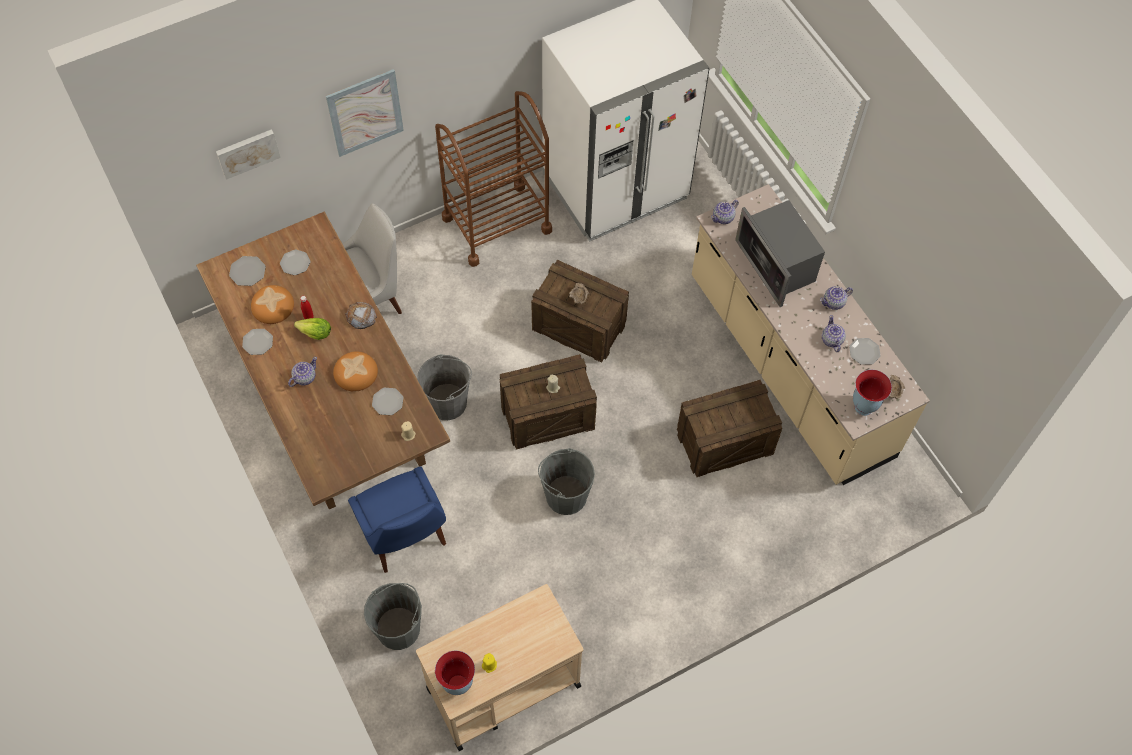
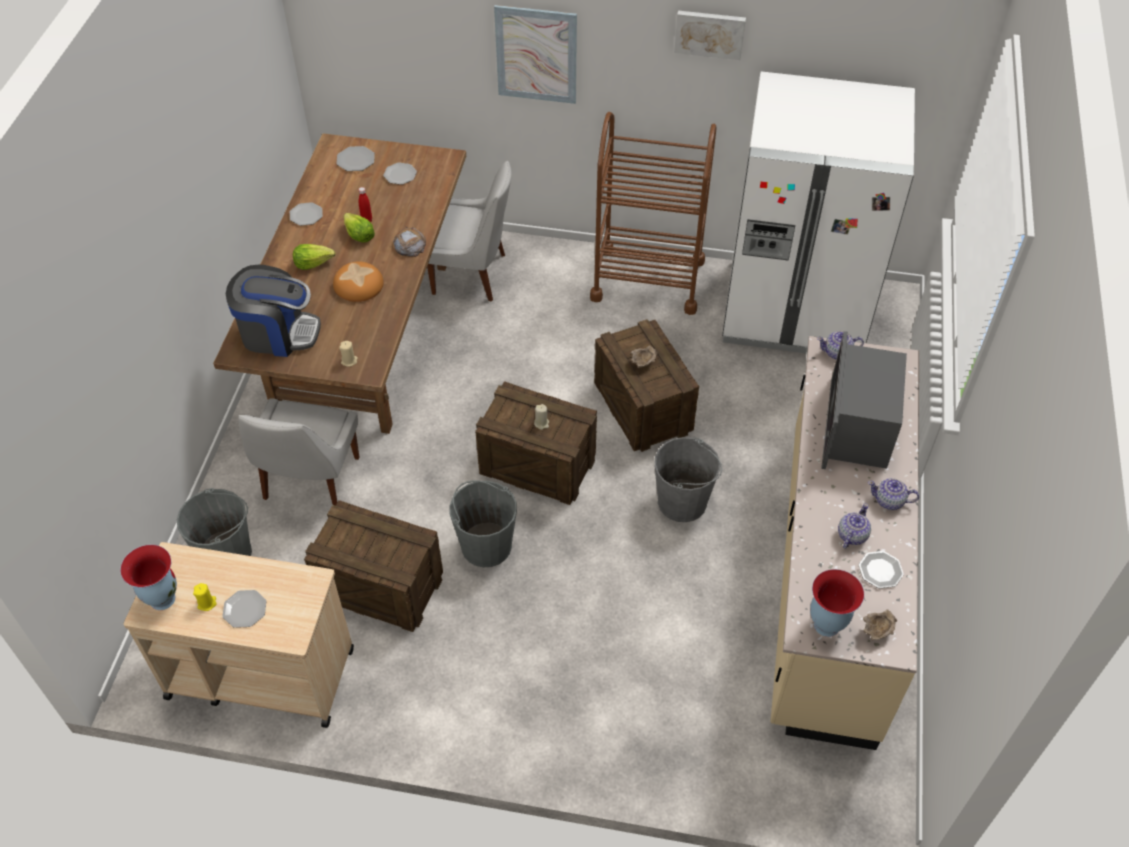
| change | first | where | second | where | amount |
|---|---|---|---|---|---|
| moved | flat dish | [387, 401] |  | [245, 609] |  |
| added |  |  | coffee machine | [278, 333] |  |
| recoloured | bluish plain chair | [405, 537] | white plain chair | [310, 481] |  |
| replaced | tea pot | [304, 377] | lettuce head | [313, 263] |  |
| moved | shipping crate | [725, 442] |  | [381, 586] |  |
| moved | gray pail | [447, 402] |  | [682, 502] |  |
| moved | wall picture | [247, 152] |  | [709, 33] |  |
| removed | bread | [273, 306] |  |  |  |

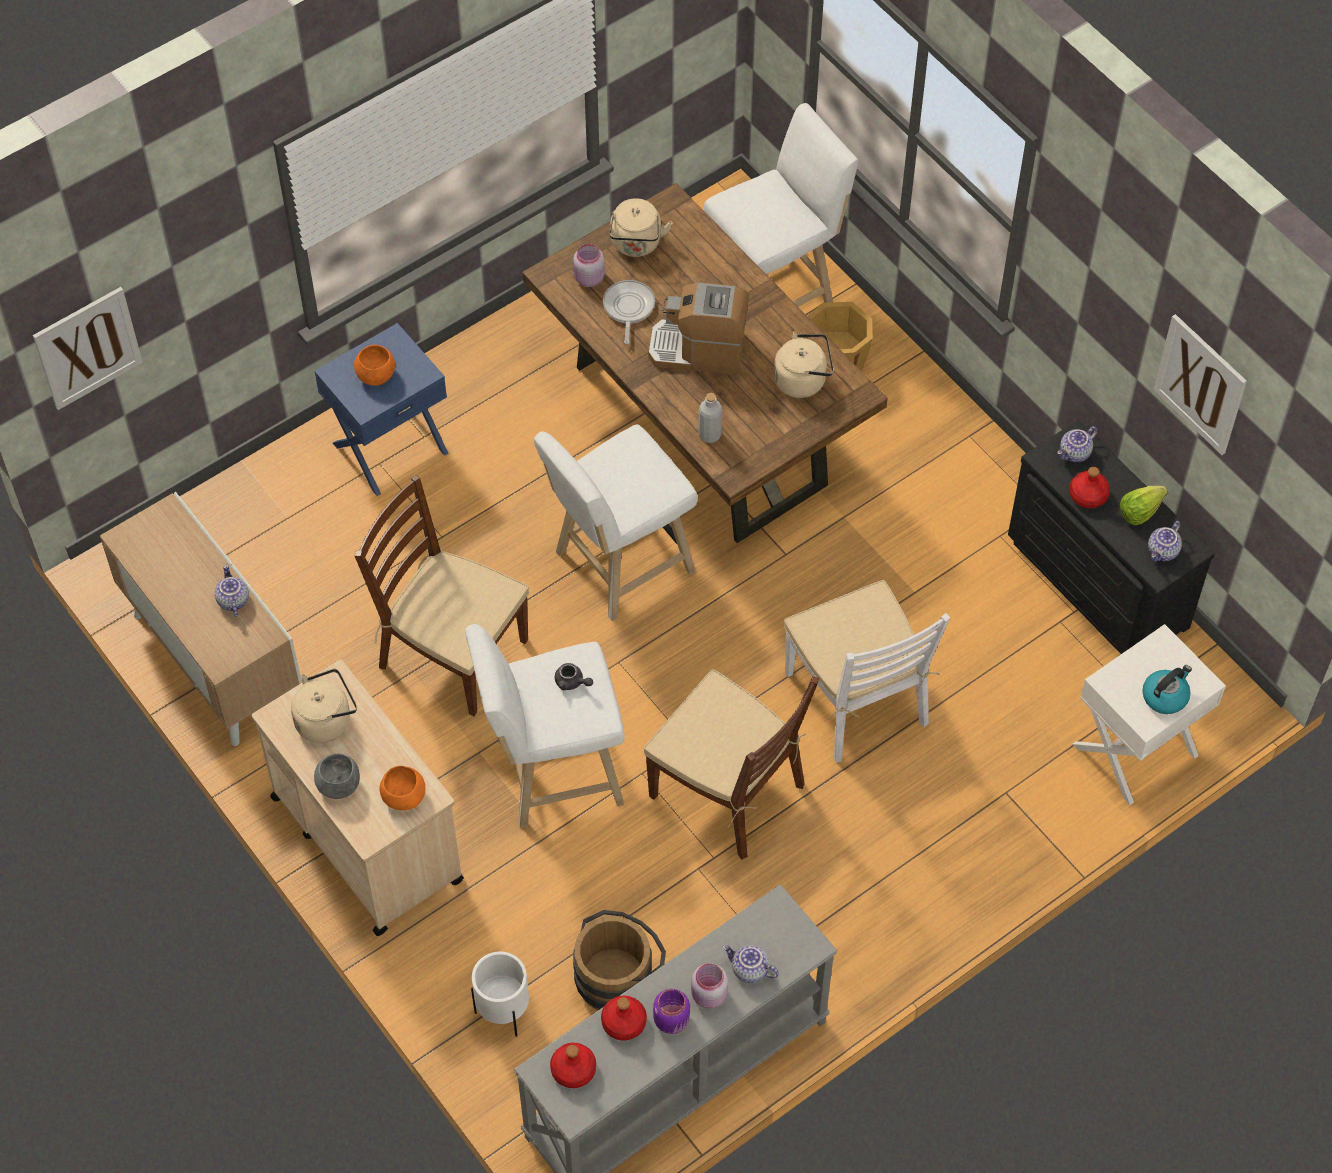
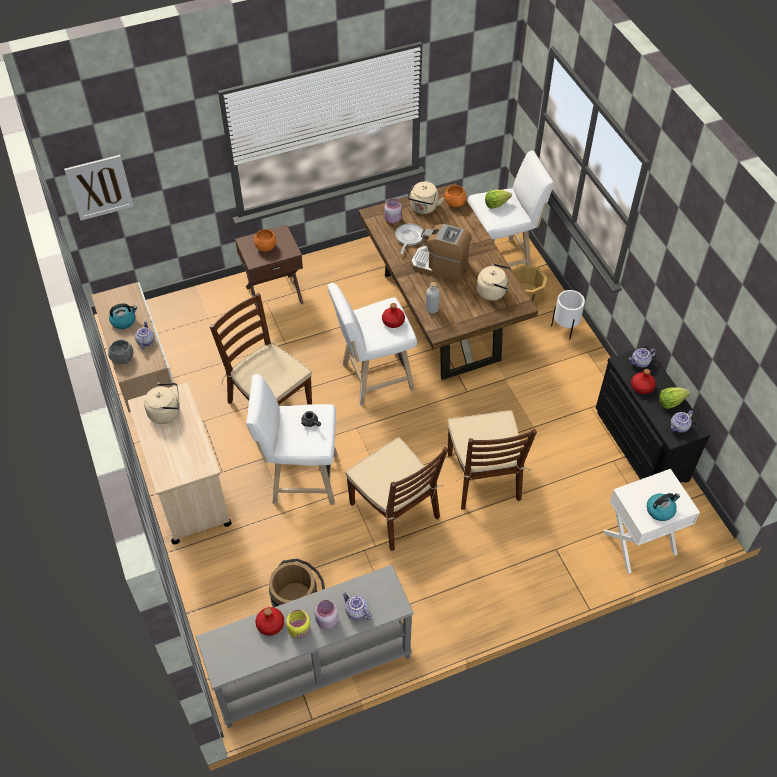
| change | first | where | second | where | amount |
|---|---|---|---|---|---|
| moved | gray serving bowl | [339, 785] |  | [122, 359] |  |
| added |  |  | water kettle | [124, 321] |  |
| recoloured | bluish nightstand | [389, 447] | brown nightstand | [274, 294] |  |
| recoloured | purple preserve jar | [672, 1020] | yellow-coloured preserve jar | [300, 630] |  |
| moved | reddish drink bottle | [573, 1069] |  | [393, 321] |  |
| moved | orange serving bowl | [403, 796] |  | [454, 203] |  |
| recoloured | white plain chair | [857, 699] | brown plain chair | [484, 477] |  |
| added |  |  | lettuce head | [496, 204] |  |
| moved | white flower pot | [503, 1013] |  | [564, 329] |  |
| removed | wall picture | [1200, 384] |  |  |  |

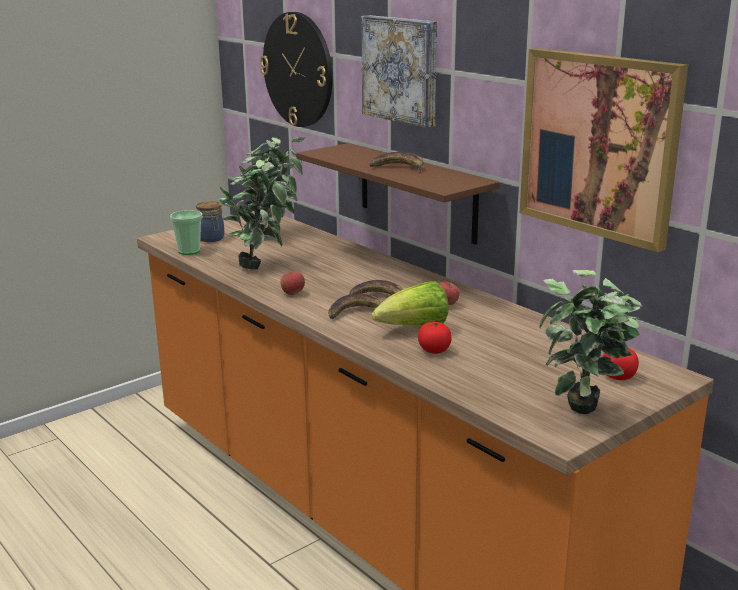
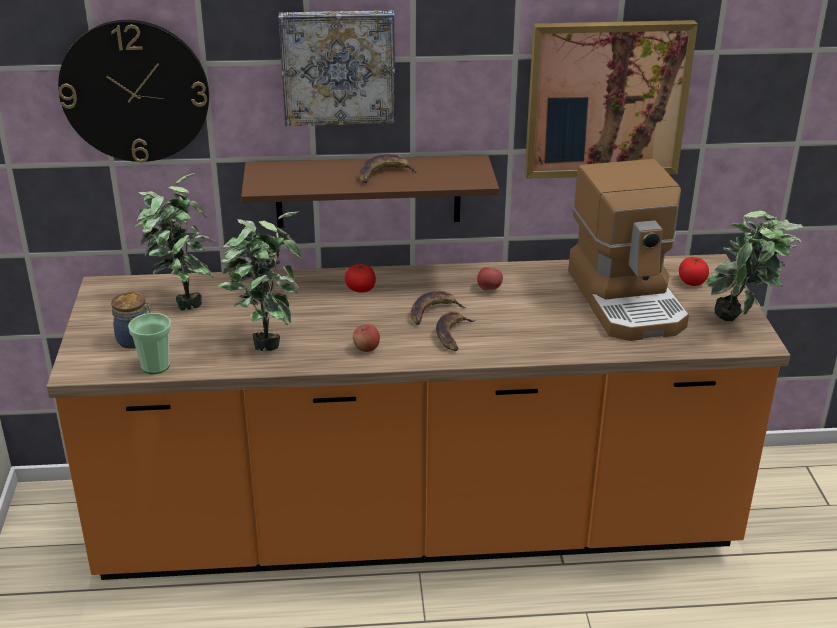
| change | first | where | second | where | amount |
|---|---|---|---|---|---|
| moved | tomato | [434, 350] |  | [360, 289] |  |
| added |  |  | coffee machine | [628, 300] |  |
| removed | lettuce head | [414, 329] |  |  |  |

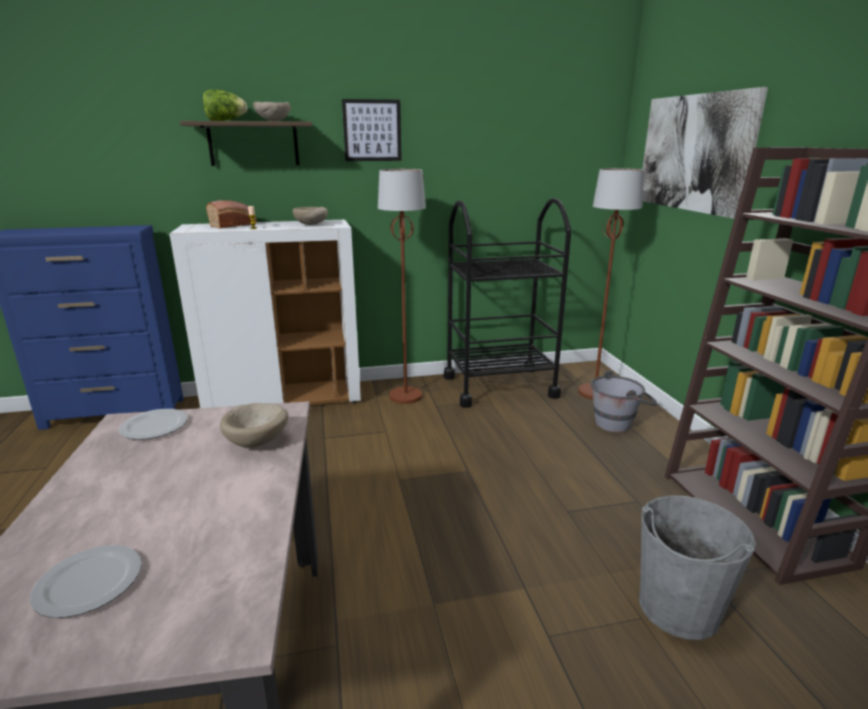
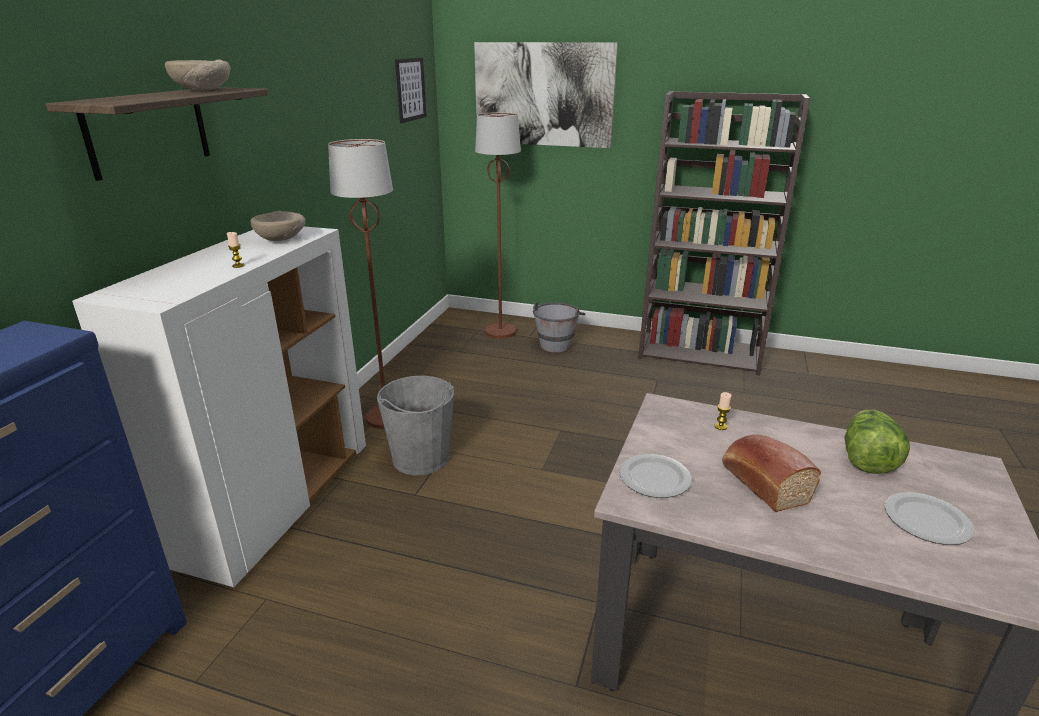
| change | first | where | second | where | amount |
|---|---|---|---|---|---|
| moved | gray pail | [678, 608] |  | [421, 458] |  |
| moved | wall picture | [372, 130] |  | [410, 89] |  |
| replaced | beige-coloured serving bowl | [258, 441] | wax light | [720, 426] |  |
| moved | bread | [234, 225] |  | [761, 482] |  |
| moved | lettuce head | [225, 121] |  | [866, 459] |  |
| removed | black wheeled cart | [499, 386] |  |  |  |

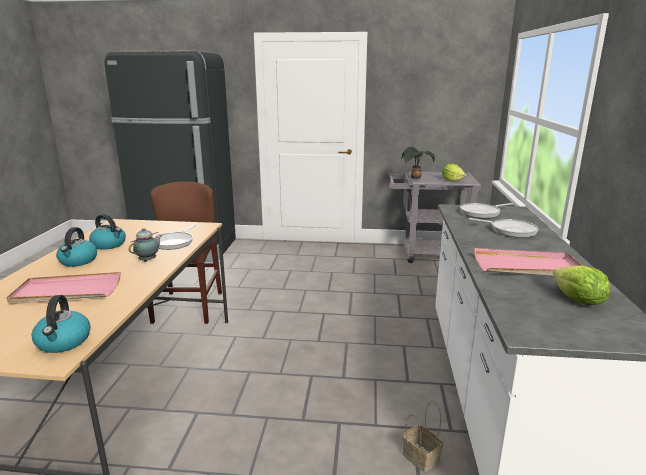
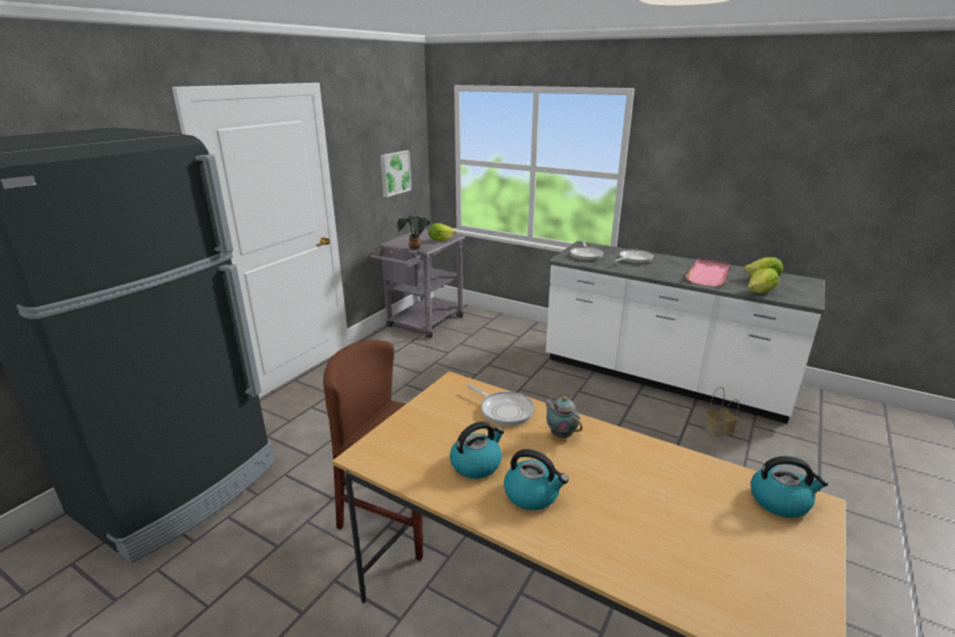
| change | first | where | second | where | amount |
|---|---|---|---|---|---|
| added |  |  | wall picture | [394, 173] |  |
| added |  |  | lettuce head | [760, 292] |  |
| removed | pinkish serving tray | [67, 292] |  |  |  |

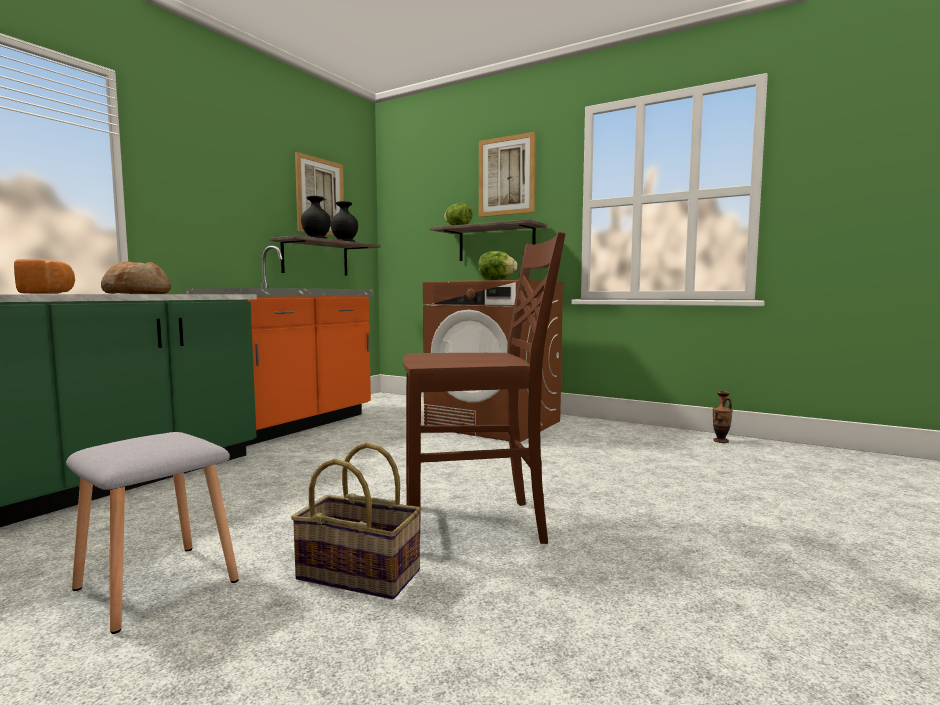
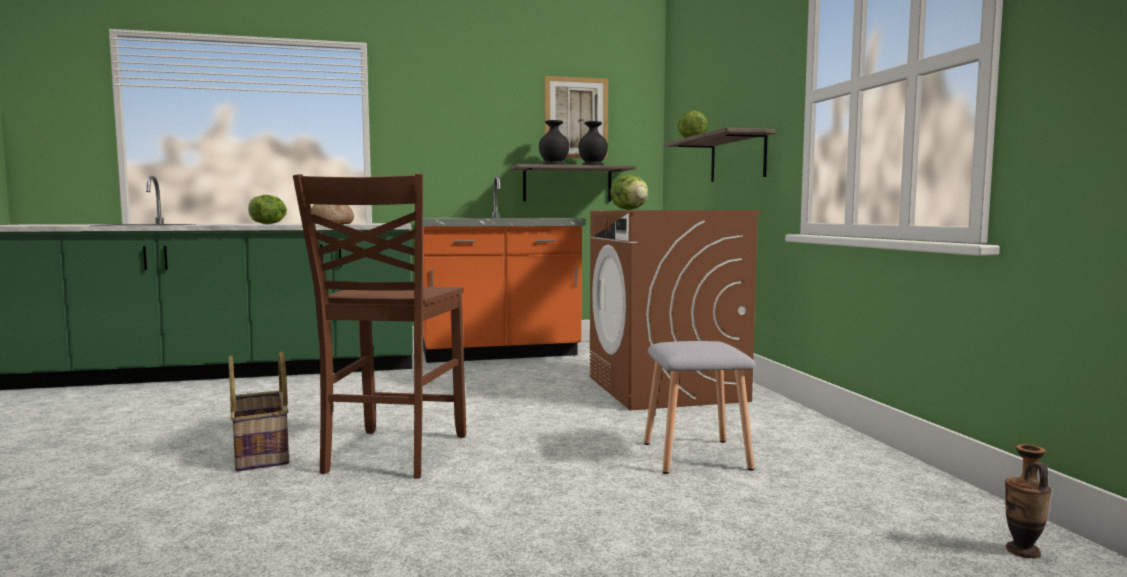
| change | first | where | second | where | amount |
|---|---|---|---|---|---|
| replaced | bread | [49, 293] | lettuce head | [269, 224] |  |
| turned | brown plain chair | [476, 525] |  | [392, 454] | 60 degrees clockwise |
| moved | gray stool seat | [159, 583] |  | [697, 455] |  |
| moved | decorative vase | [720, 441] |  | [1023, 551] |  |
| removed | wall picture | [506, 176] |  |  |  |

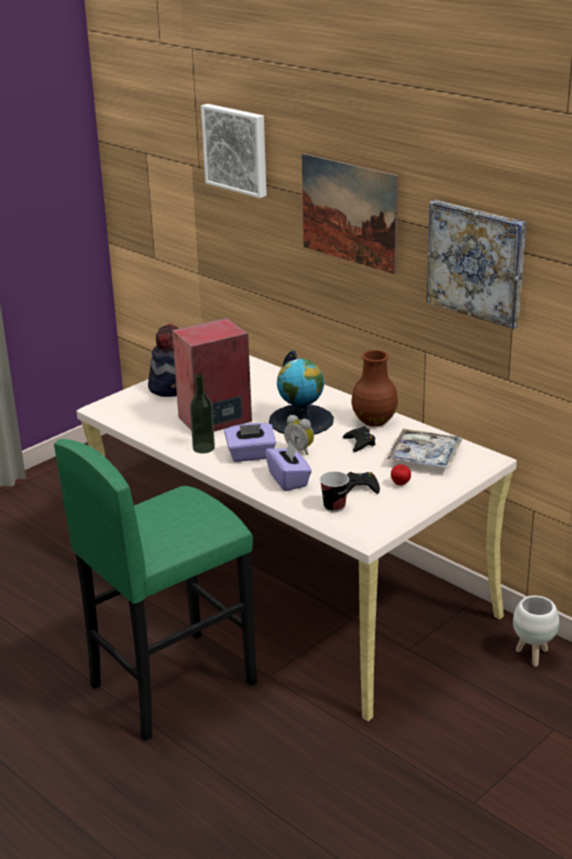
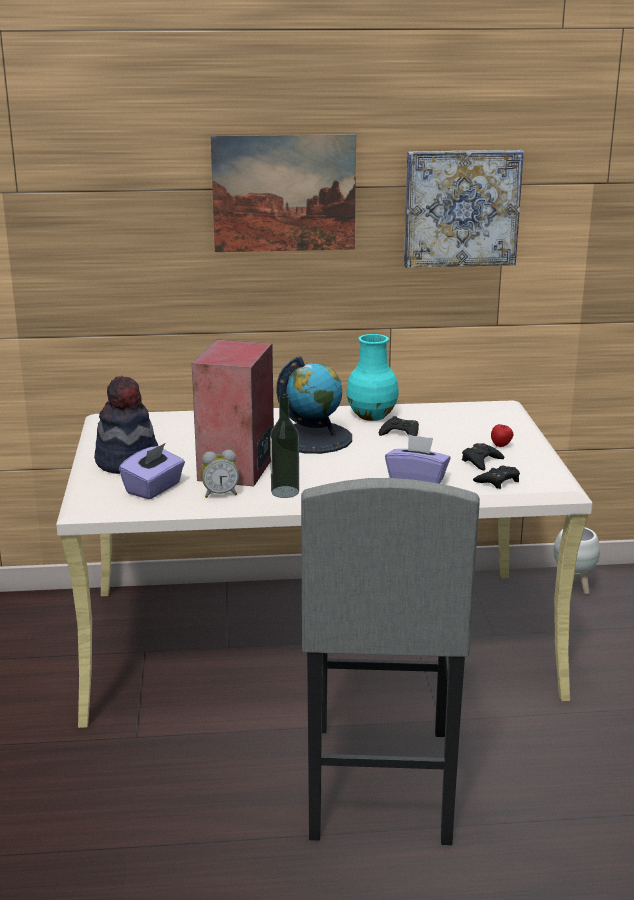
| change | first | where | second | where | amount |
|---|---|---|---|---|---|
| moved | purple tissue box | [251, 455] |  | [154, 488] |  |
| moved | table clock | [300, 450] |  | [220, 494] |  |
| recoloured | greenish stool seat | [171, 684] | gray stool seat | [378, 783] |  |
| recoloured | brown decorative vase | [374, 420] | turquoise decorative vase | [371, 415] |  |
| replaced | drinking cup | [334, 506] | black gamepad | [498, 481] |  |
| removed | wall picture | [237, 149] |  |  |  |
| removed | serving tray | [424, 456] |  |  |  |

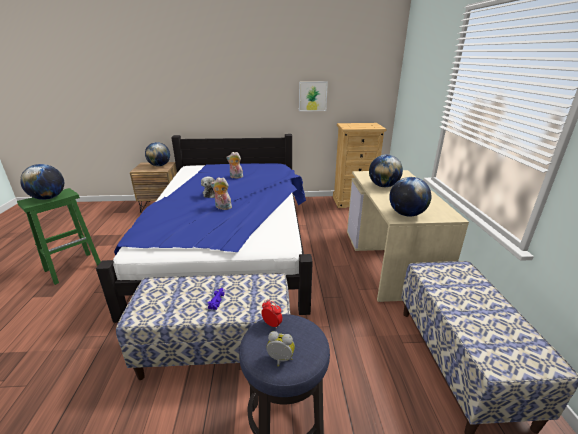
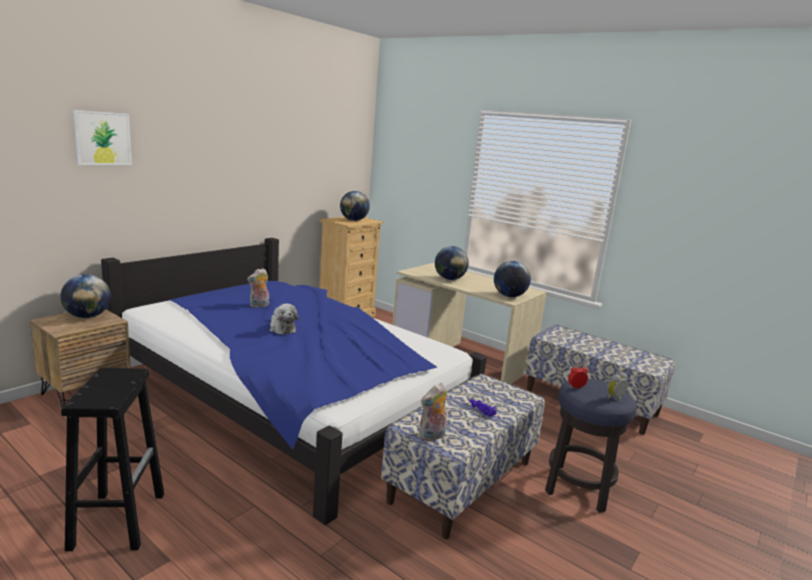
| change | first | where | second | where | amount |
|---|---|---|---|---|---|
| recoloured | greenish stool seat | [74, 267] | black stool seat | [118, 519] |  |
| moved | wall picture | [312, 96] |  | [103, 138] |  |
| moved | desk globe | [48, 198] |  | [354, 220] |  |
| moved | cuddly toy | [222, 208] |  | [432, 436] |  |

